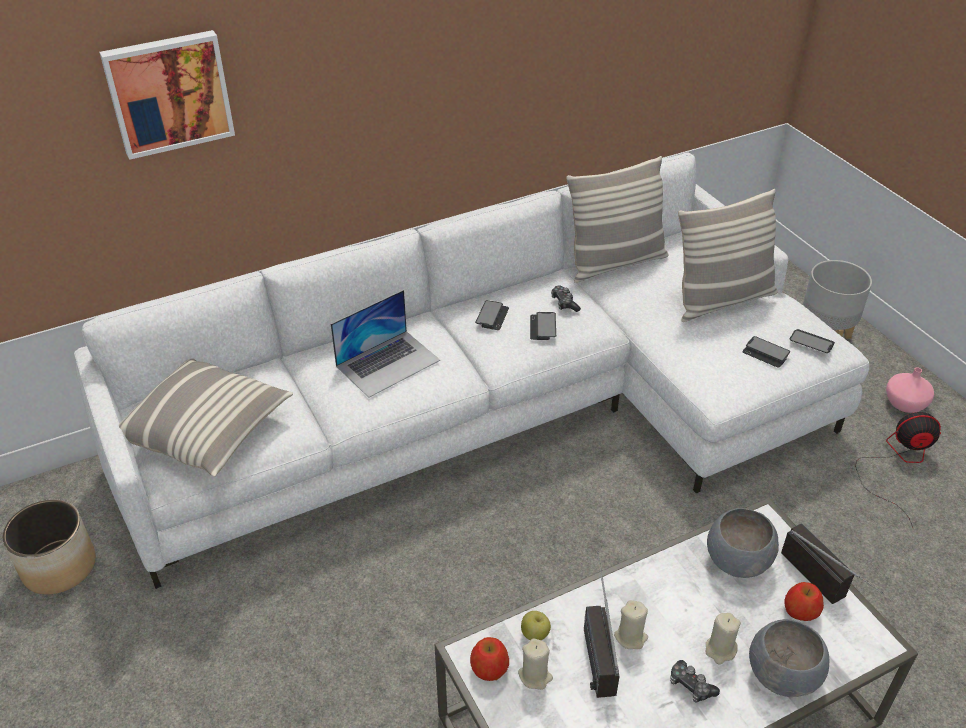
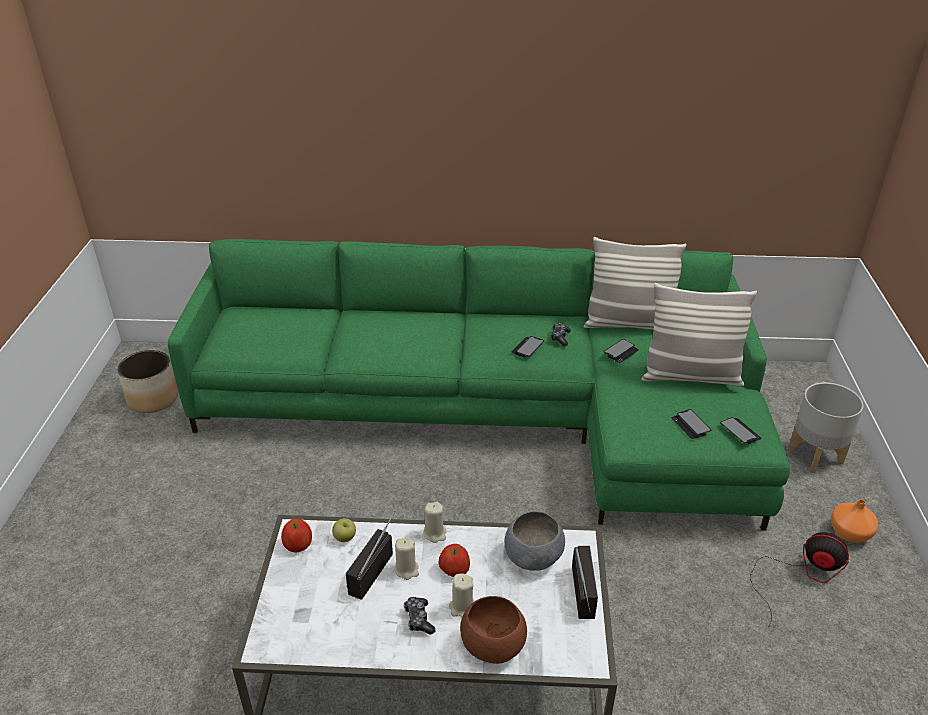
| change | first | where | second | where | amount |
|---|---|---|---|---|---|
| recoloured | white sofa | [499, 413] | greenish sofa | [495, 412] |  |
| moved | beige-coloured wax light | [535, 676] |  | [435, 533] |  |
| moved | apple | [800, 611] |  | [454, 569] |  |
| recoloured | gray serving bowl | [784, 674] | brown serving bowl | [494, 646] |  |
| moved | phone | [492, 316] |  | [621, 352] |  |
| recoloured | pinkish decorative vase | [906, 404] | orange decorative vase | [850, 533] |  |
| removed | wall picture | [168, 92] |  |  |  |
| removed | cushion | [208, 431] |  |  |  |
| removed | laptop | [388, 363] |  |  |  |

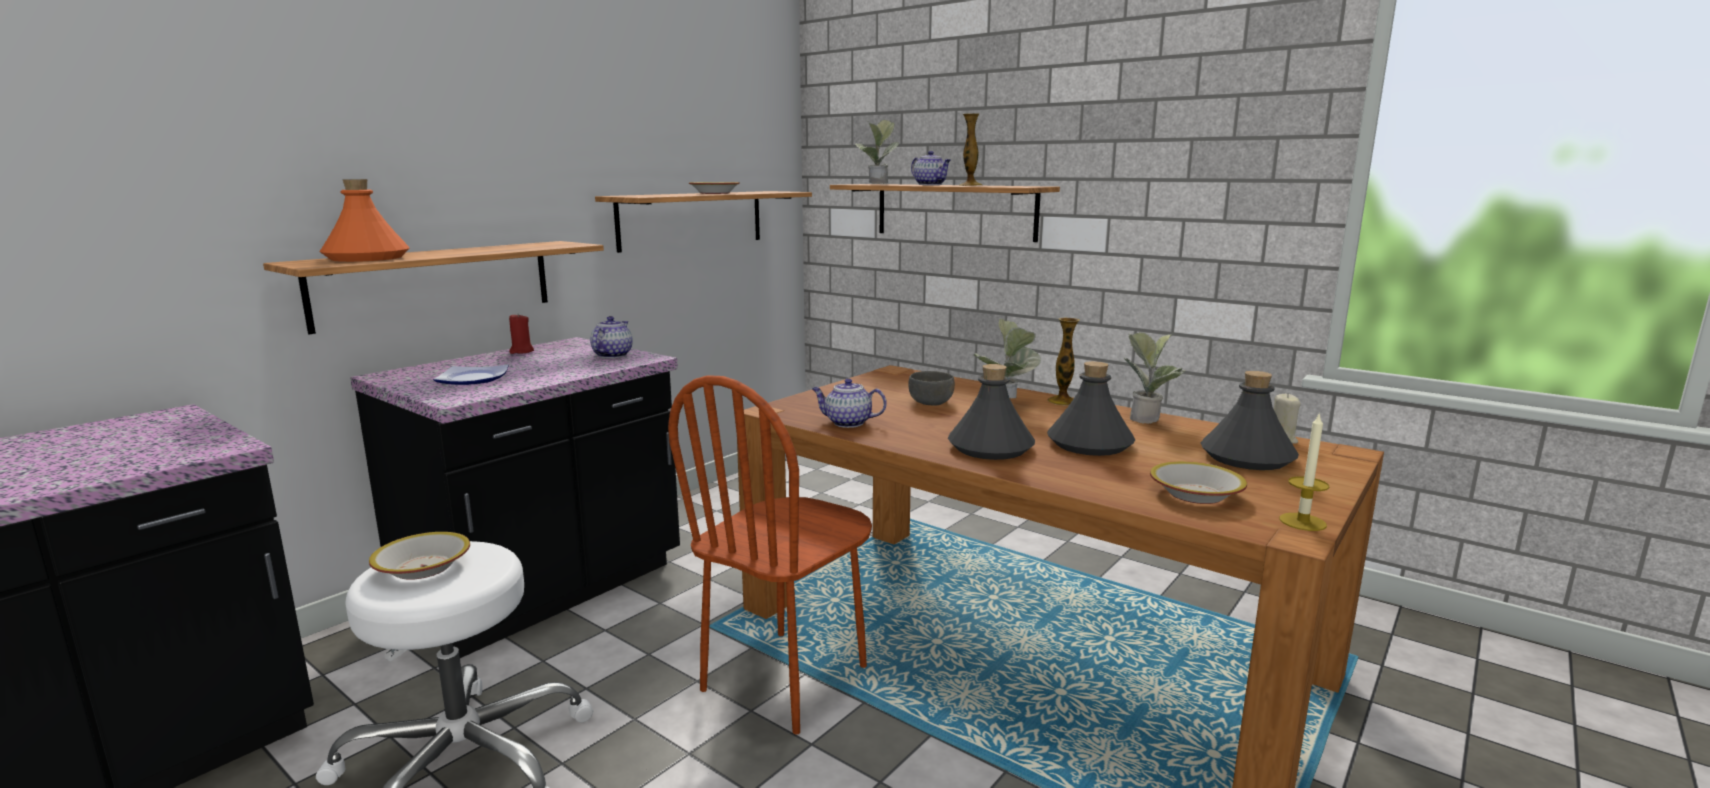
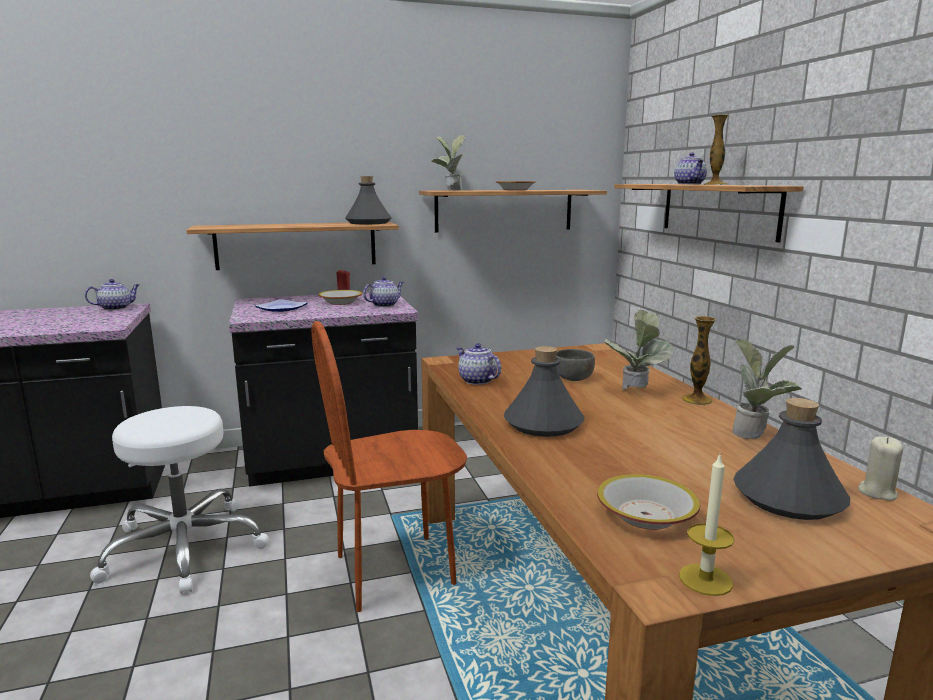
| change | first | where | second | where | amount |
|---|---|---|---|---|---|
| added |  |  | tea pot | [116, 308] |  |
| moved | serving bowl | [423, 568] |  | [341, 302] |  |
| moved | gray drink bottle | [1089, 444] |  | [368, 223] |  |
| moved | potted plant | [876, 184] |  | [450, 190] |  |
| removed | orange drink bottle | [366, 258] |  |  |  |

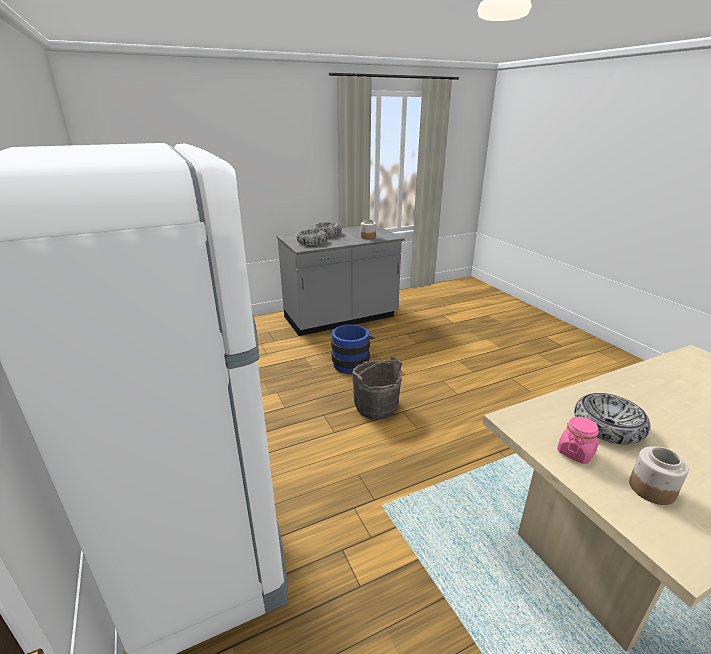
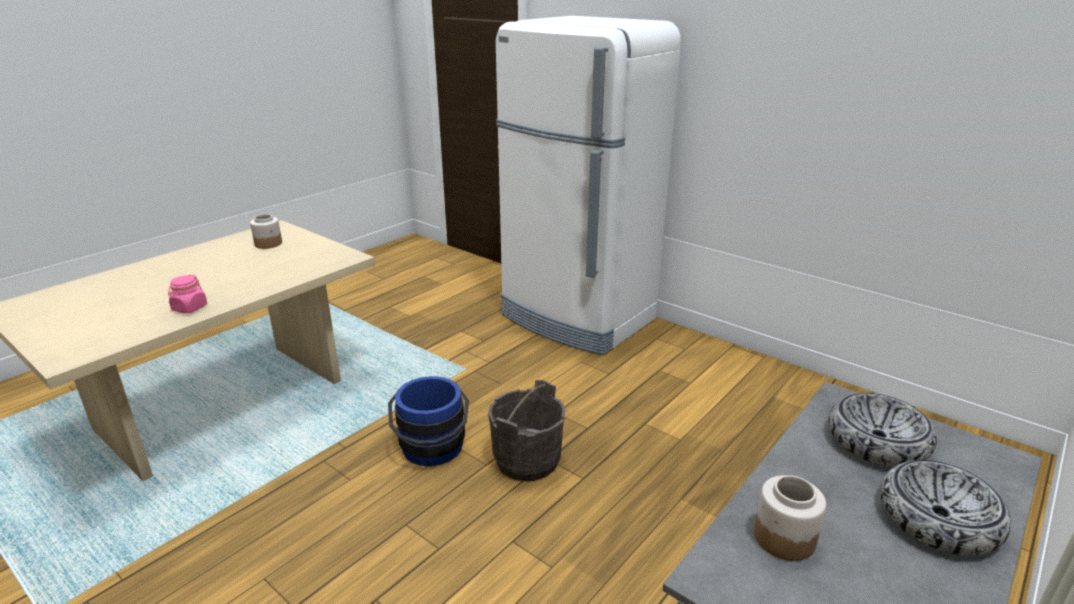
| change | first | where | second | where | amount |
|---|---|---|---|---|---|
| moved | pinkish preserve jar | [575, 452] |  | [189, 308] |  |
| moved | bluish pail | [351, 362] |  | [432, 450] |  |
| removed | serving bowl | [608, 426] |  |  |  |

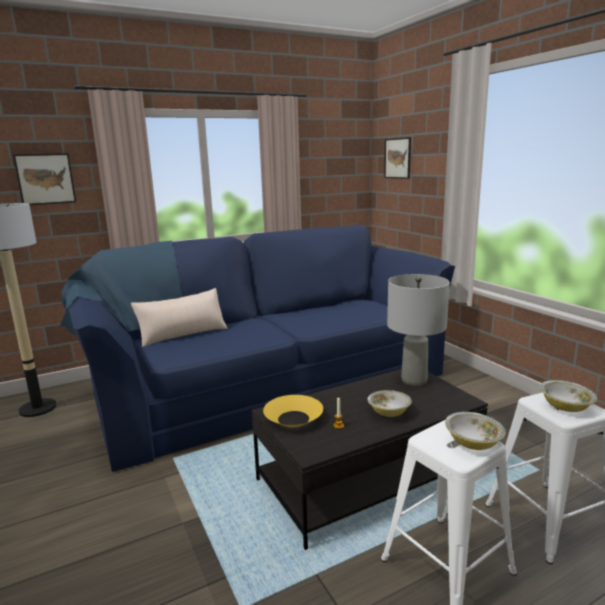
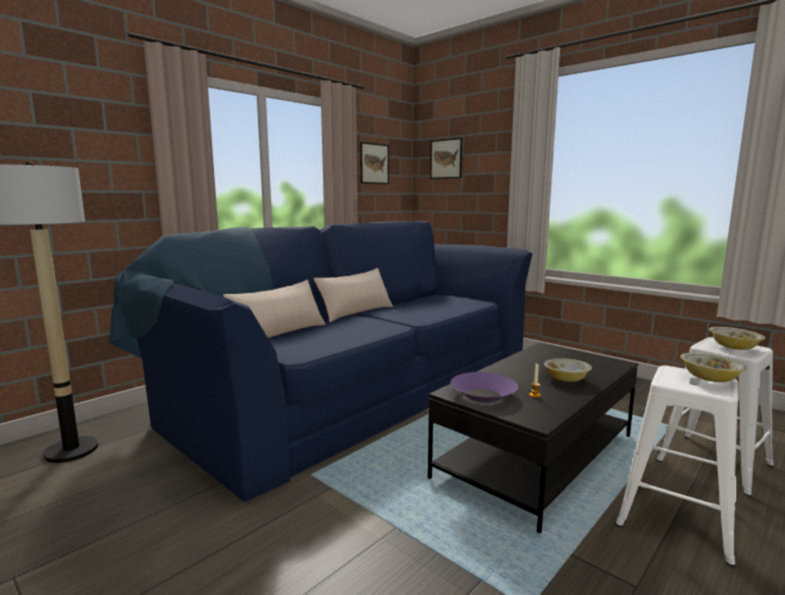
| change | first | where | second | where | amount |
|---|---|---|---|---|---|
| added |  |  | beige-coloured cushion | [356, 312] |  |
| moved | wall picture | [45, 179] |  | [374, 163] |  |
| recoloured | yellow-coloured serving bowl | [293, 418] | purple serving bowl | [483, 395] |  |
| removed | gray tabletop lamp | [414, 381] |  |  |  |

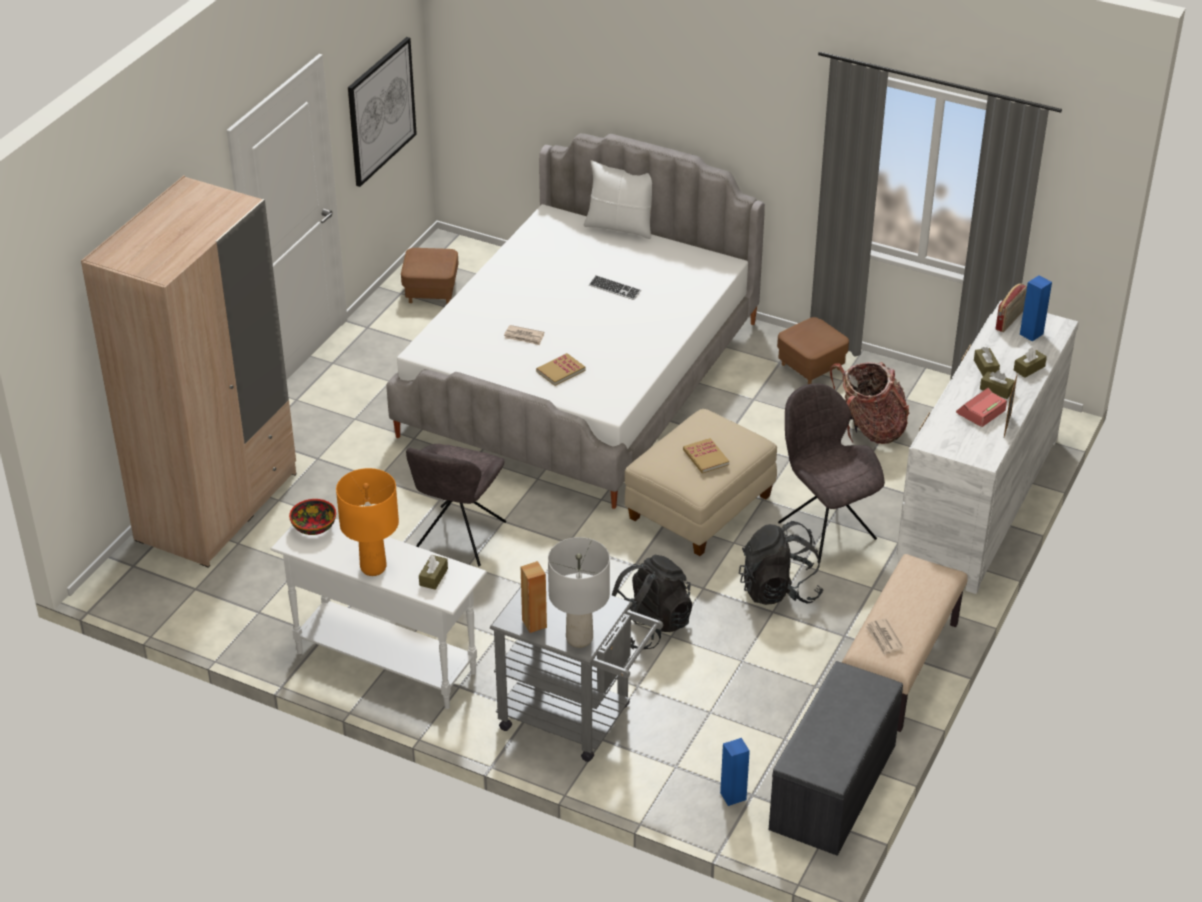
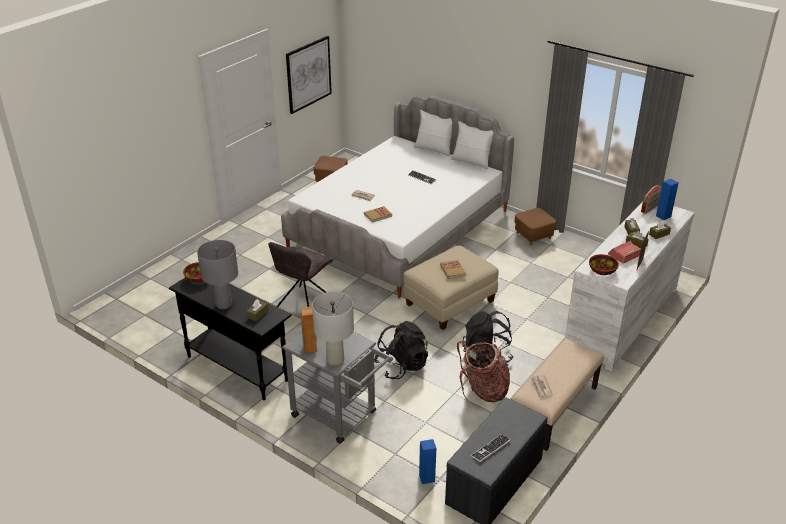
| change | first | where | second | where | amount |
|---|---|---|---|---|---|
| recoloured | white console table | [385, 662] | black console table | [237, 368] |  |
| recoloured | orange tabletop lamp | [373, 568] | gray tabletop lamp | [223, 305] |  |
| added |  |  | white cushion | [471, 162] |  |
| moved | knapsack | [870, 430] |  | [483, 390] |  |
| added |  |  | PC keyboard | [490, 448] |  |
| added |  |  | serving bowl | [602, 271] |  |
| removed | beige-coloured wardrobe | [217, 506] |  |  |  |
| removed | gray plain chair | [825, 528] |  |  |  |

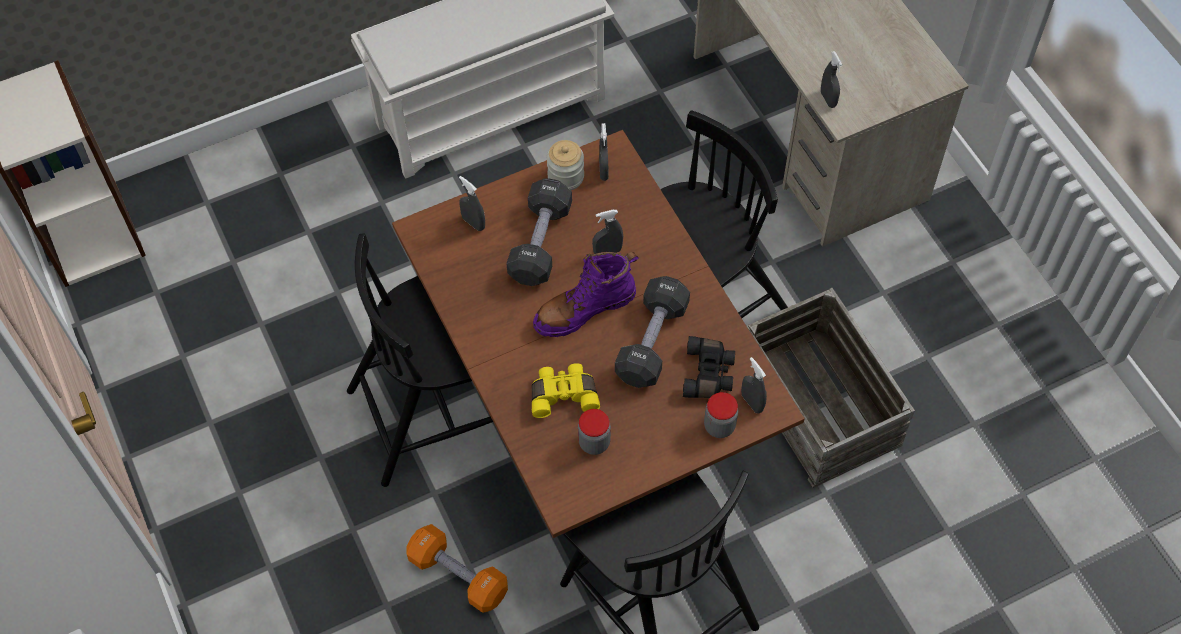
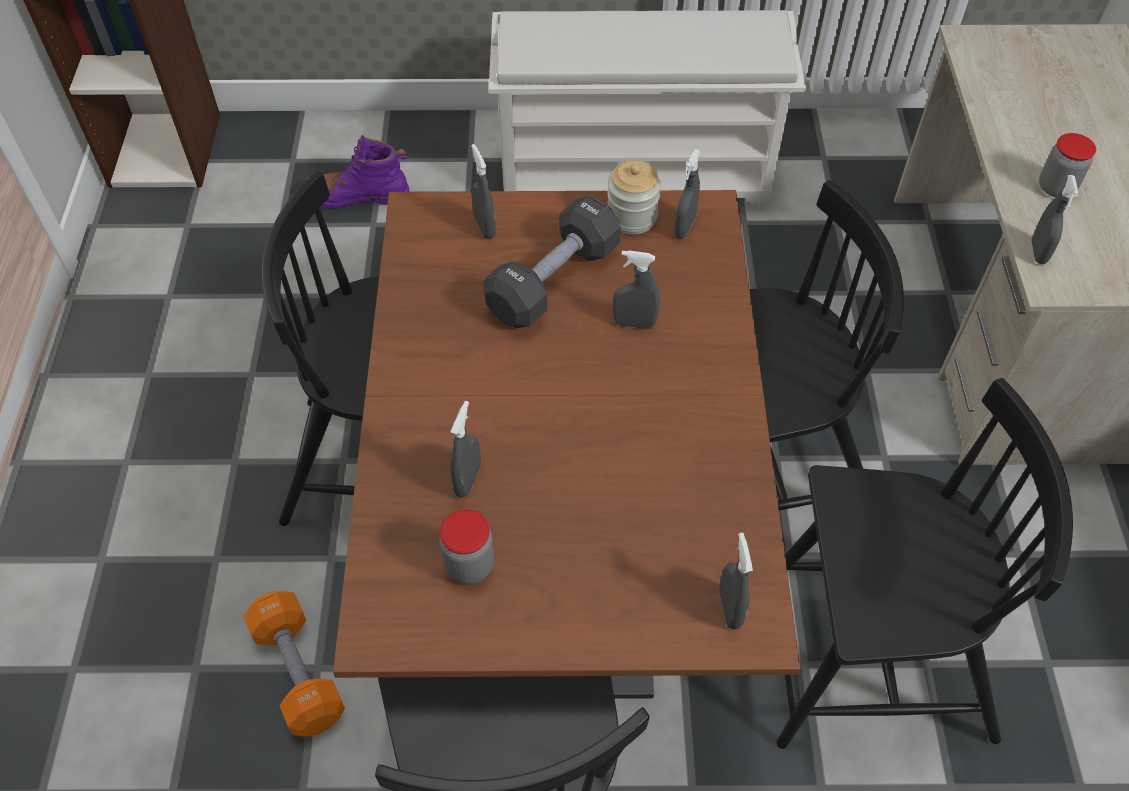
| change | first | where | second | where | amount |
|---|---|---|---|---|---|
| moved | purple boot | [584, 309] |  | [357, 196] |  |
| replaced | yellow-coloured pair of binoculars | [563, 394] | gray hand sprayer | [468, 480] |  |
| replaced | shipping crate | [820, 404] | black plain chair | [868, 662] |  |
| moved | preserve jar | [719, 426] |  | [1056, 187] |  |
| removed | black free weight | [652, 342] |  |  |  |
| removed | black pair of binoculars | [709, 374] |  |  |  |

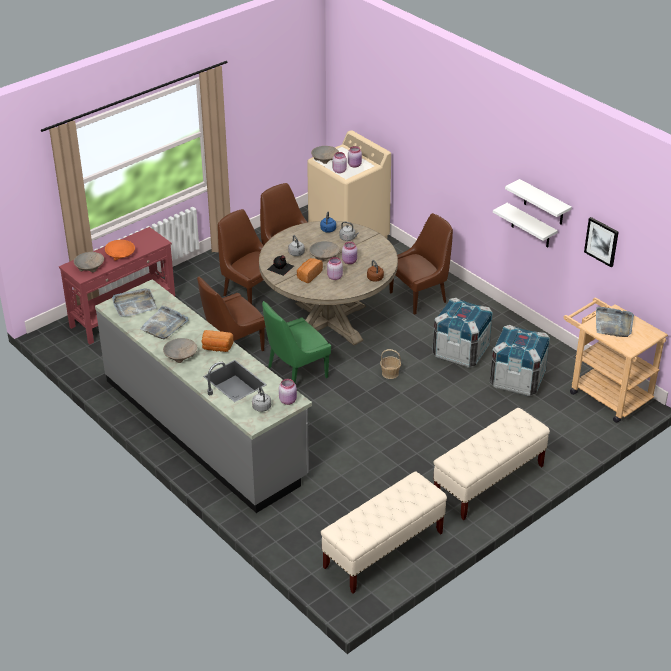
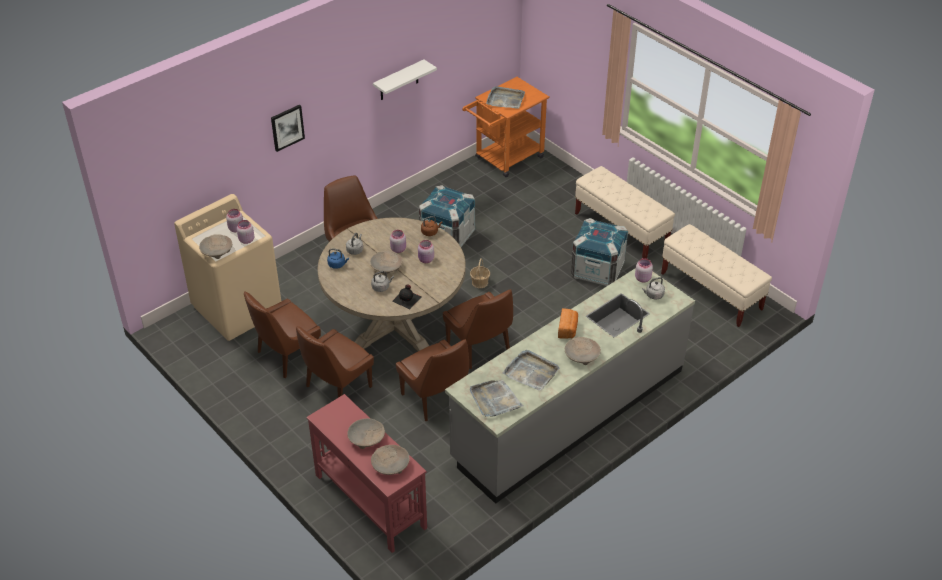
| change | first | where | second | where | amount |
|---|---|---|---|---|---|
| moved | wall picture | [601, 241] |  | [287, 127] |  |
| recoloured | orange serving bowl | [120, 254] | beige-coloured serving bowl | [366, 438] |  |
| recoloured | greenish plain chair | [295, 373] | brown plain chair | [479, 348] |  |
| recoloured | beige-coloured wheeled cart | [604, 393] | orange wheeled cart | [505, 159] |  |
| moved | shipping crate | [517, 380] |  | [597, 270] |  |
| removed | bread | [308, 275] |  |  |  |
| removed | white shelf | [531, 226] |  |  |  |

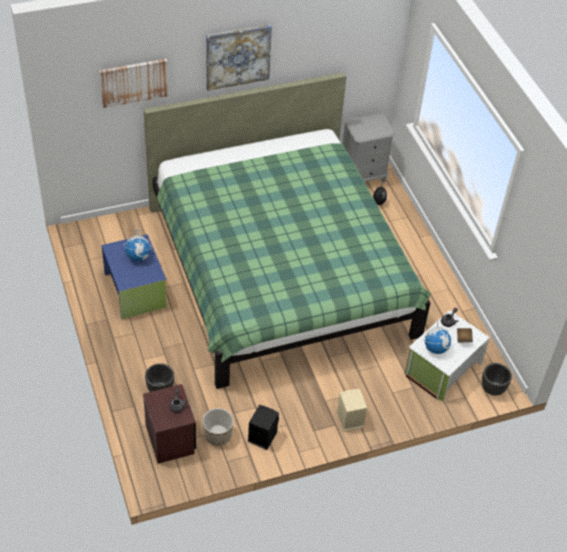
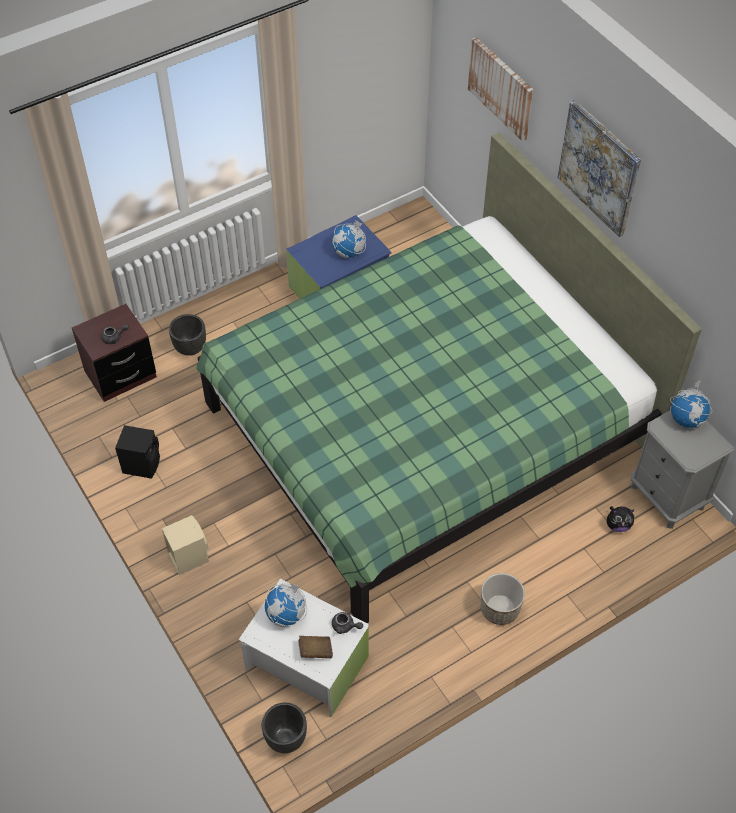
| change | first | where | second | where | amount |
|---|---|---|---|---|---|
| moved | flower pot | [217, 435] |  | [499, 609] |  |
| added |  |  | desk globe | [686, 419] |  |

